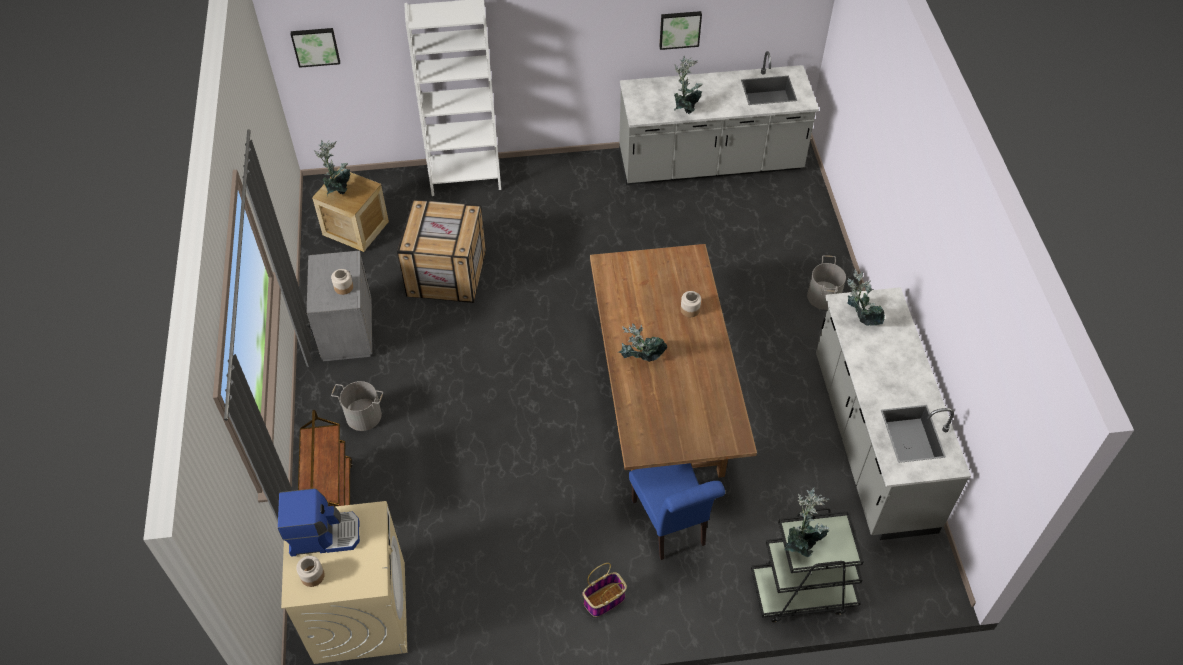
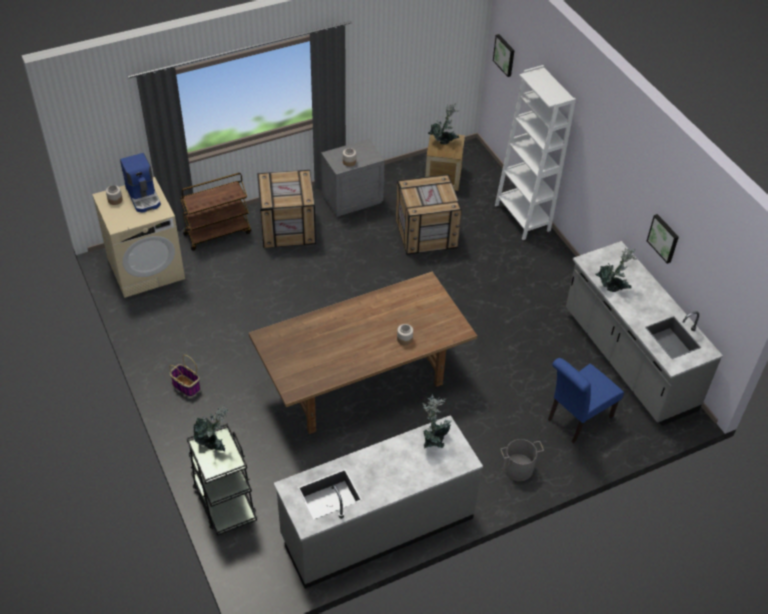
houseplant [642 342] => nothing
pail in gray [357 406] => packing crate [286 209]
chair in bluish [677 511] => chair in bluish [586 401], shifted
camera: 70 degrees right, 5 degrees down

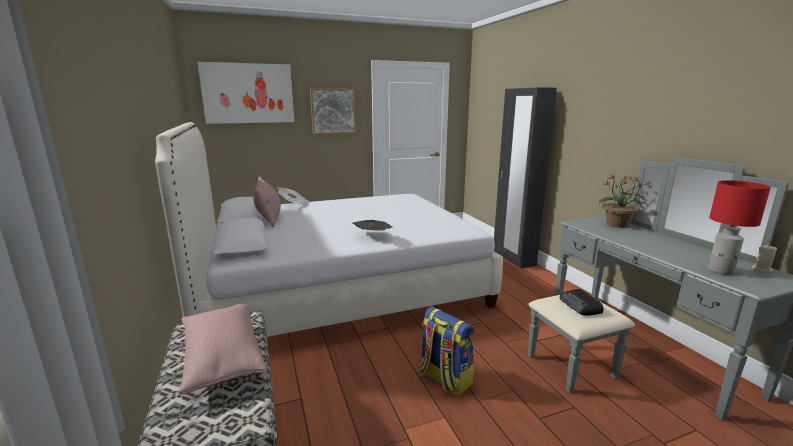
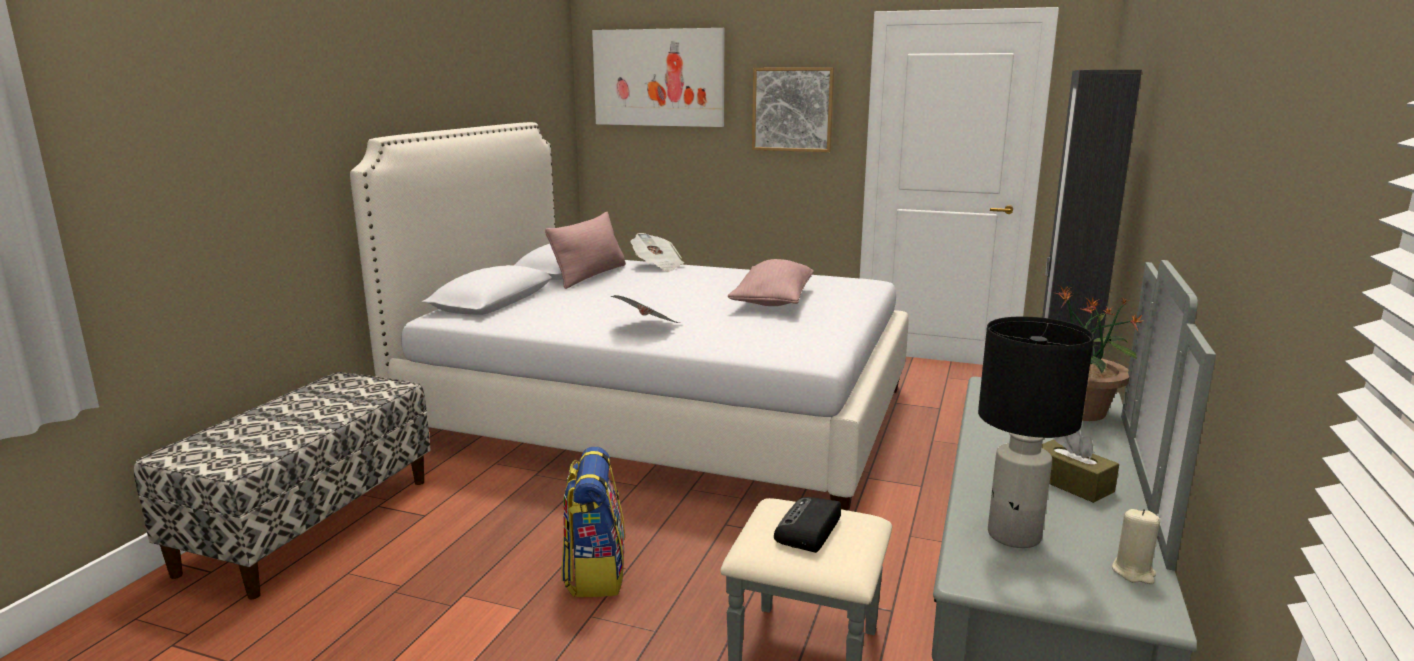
table lamp in red-coloured [739 227] => table lamp in blackish [1036 432]
pillow in pinkish [223 349] => pillow in pinkish [770 282], shifted
nothing => tissue box in brown-coloured [1080 466]
camera: 40 degrees right, 0 degrees up

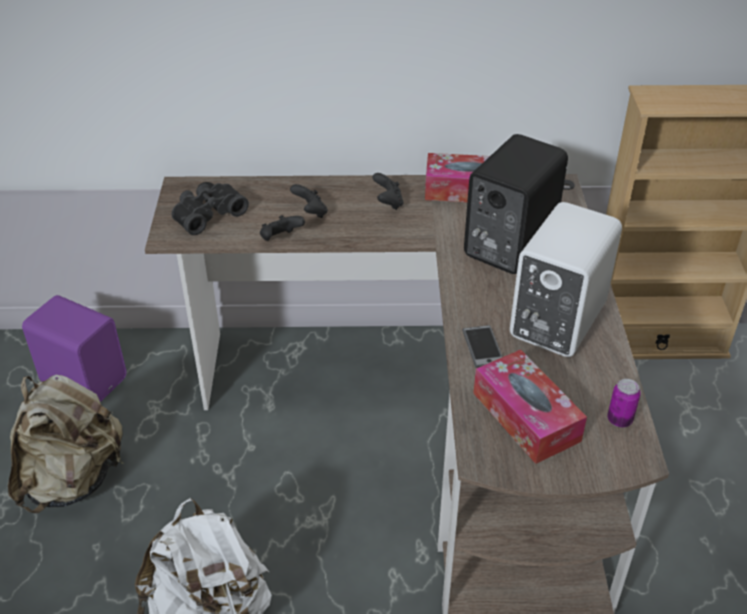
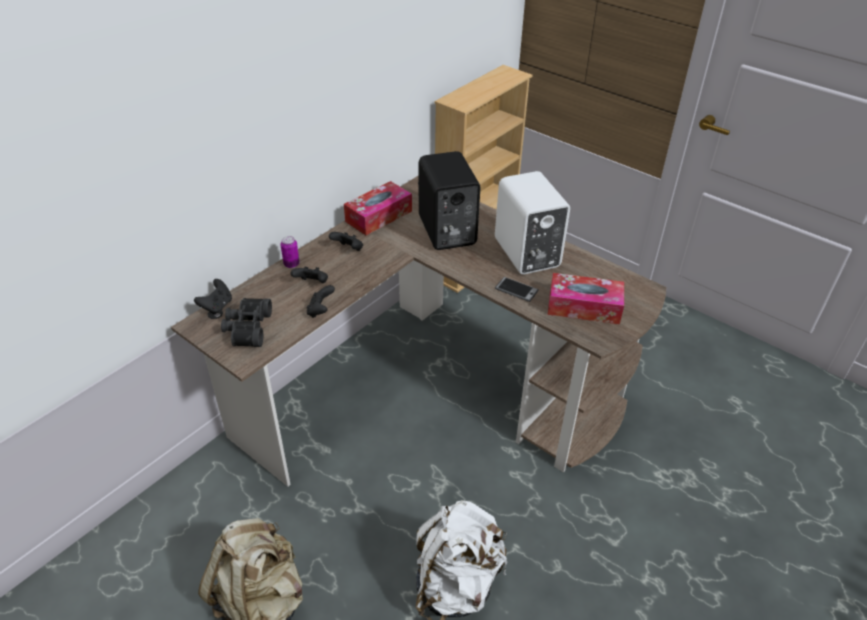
speaker in purple-coloured [74 348] => nothing
sealed can [624 403] => sealed can [290 252], shifted
nothing => joypad in blackish [213 297]
camera: 50 degrees left, 0 degrees up

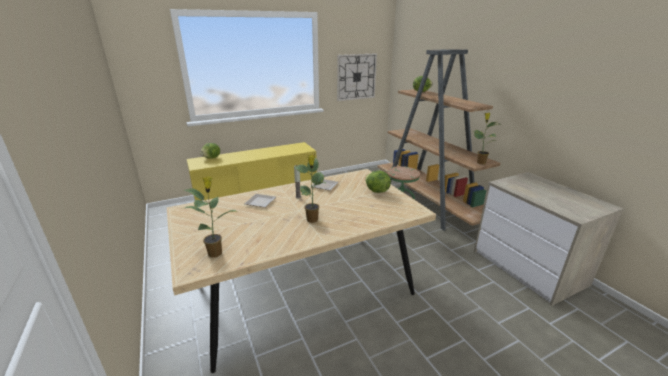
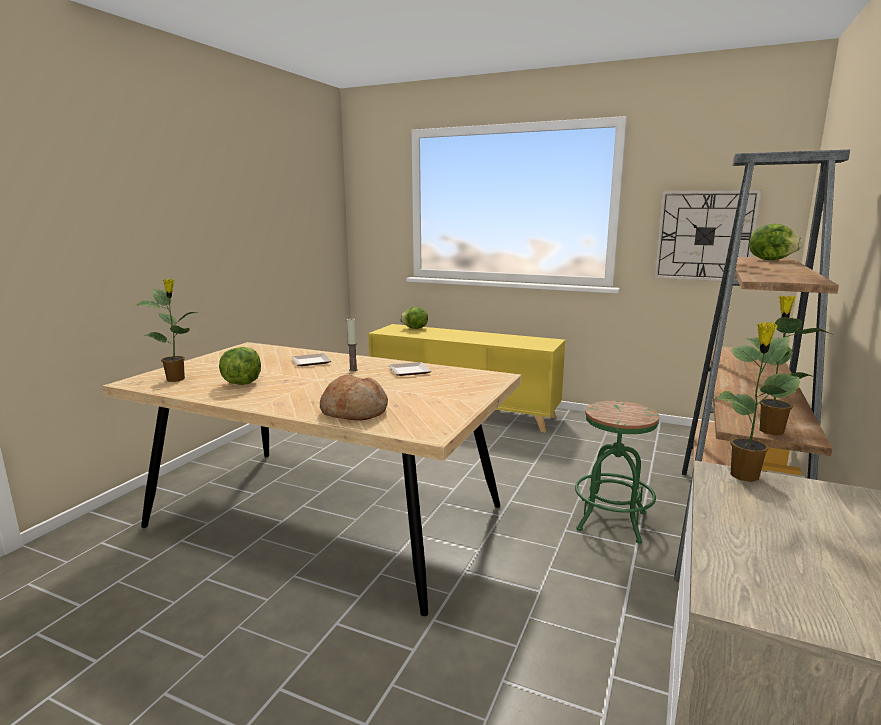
houseplant [311 189] => houseplant [758 402], shifted
lettuce [378 181] => lettuce [240 366], shifted
nothing => baked bread [354 397]
camera: 50 degrees right, 10 degrees down

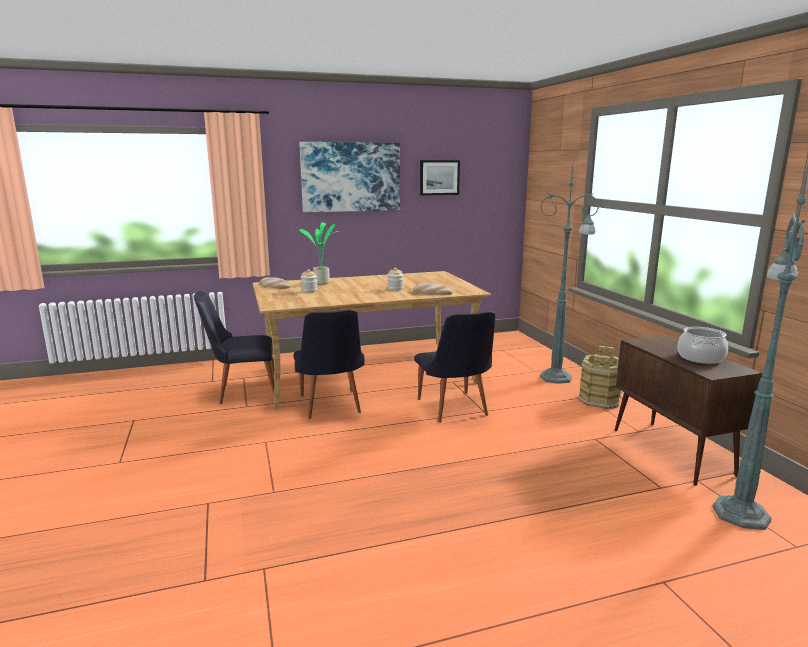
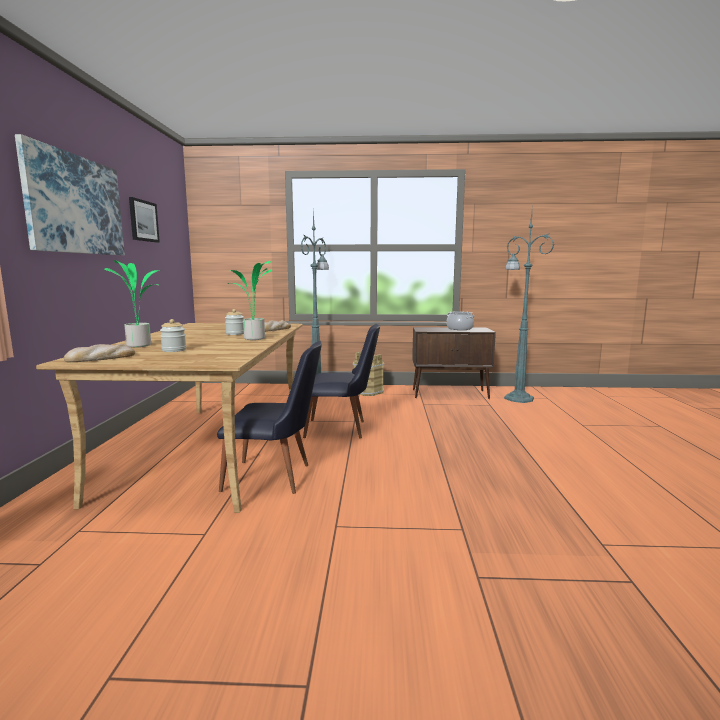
chair in blackish [234 347] => nothing
nothing => houseplant [250 300]
camera: 70 degrees left, 5 degrees down

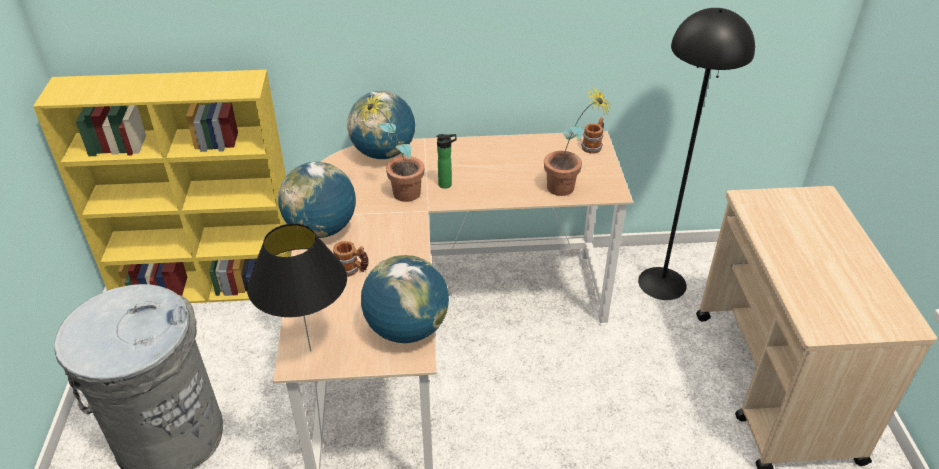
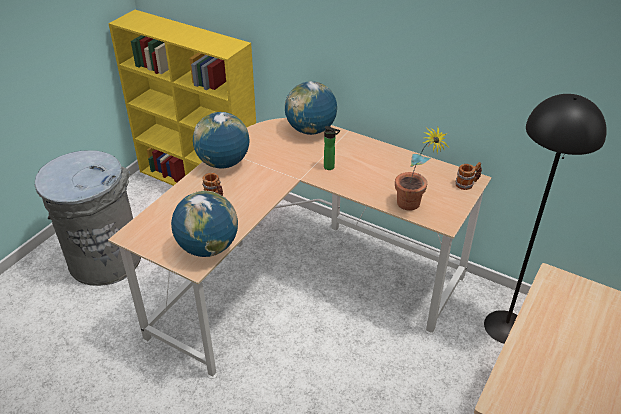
houseplant [391 147] => nothing
table lamp in blackish [297 287] => nothing
camera: 35 degrees right, 0 degrees up

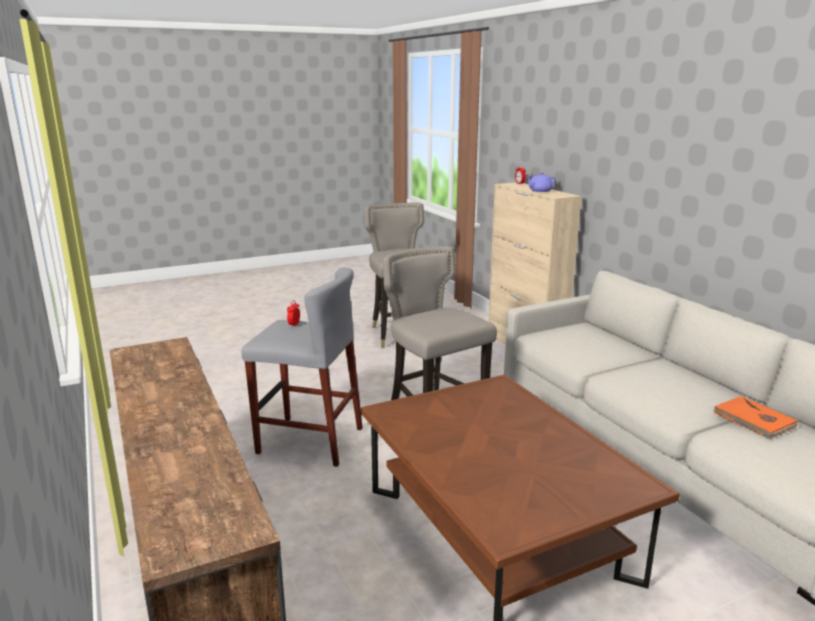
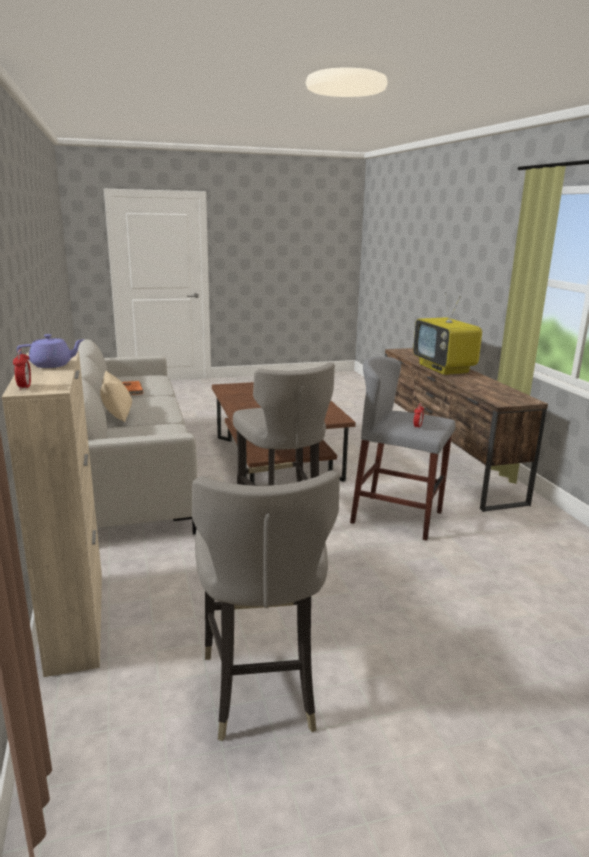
nothing => TV set [447 333]
nothing => pillow in beige-coloured [116 396]
camera: 170 degrees left, 0 degrees up

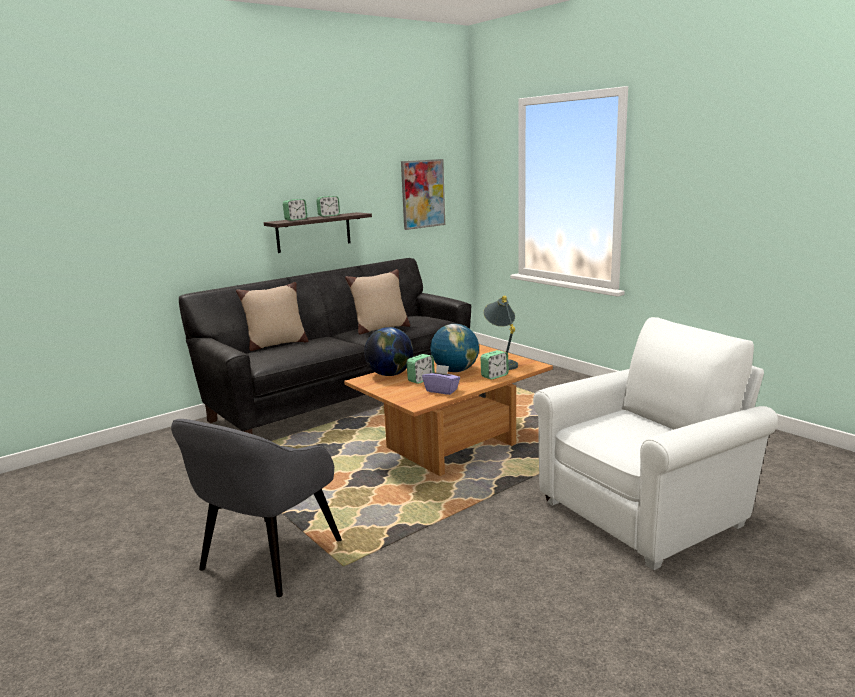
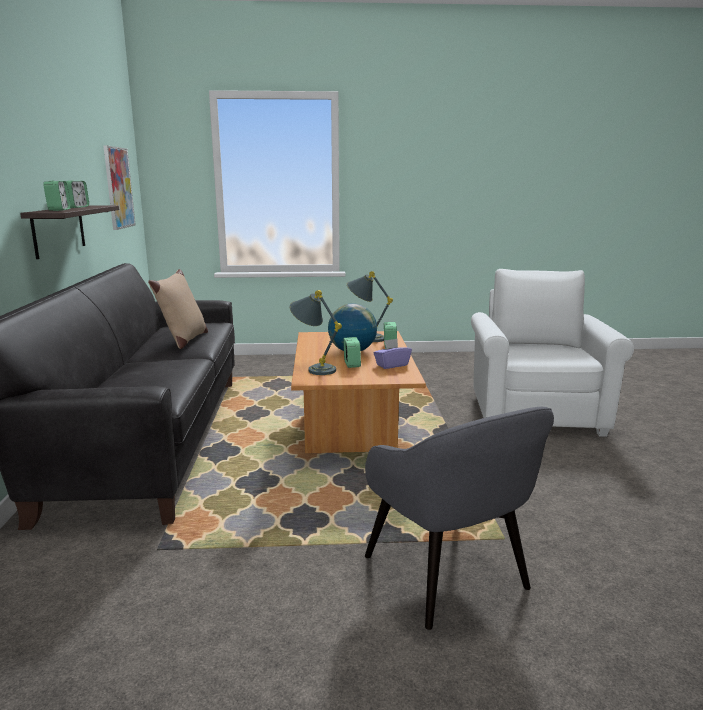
pillow in beige-coloured [272 316] => nothing
globe [388 351] => table lamp in gray [316 332]
camera: 55 degrees left, 0 degrees up

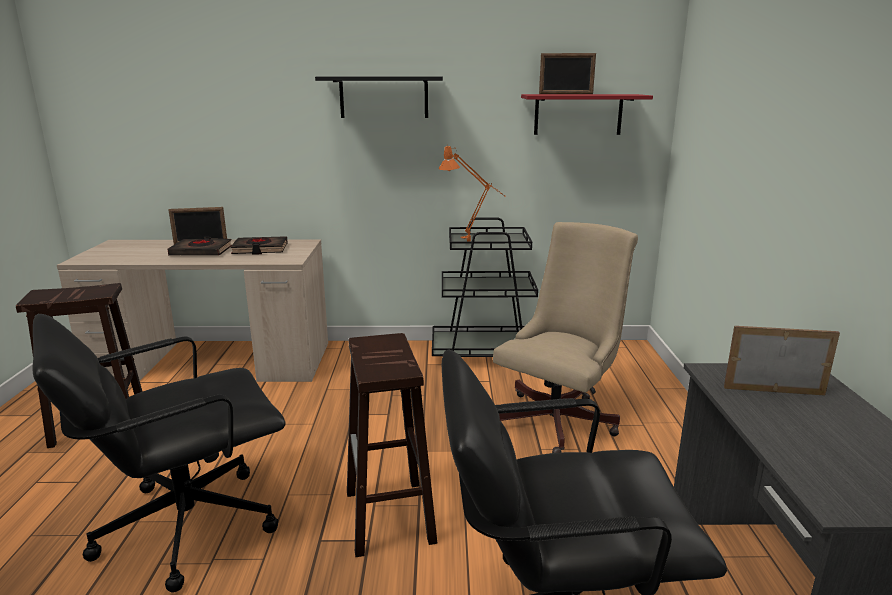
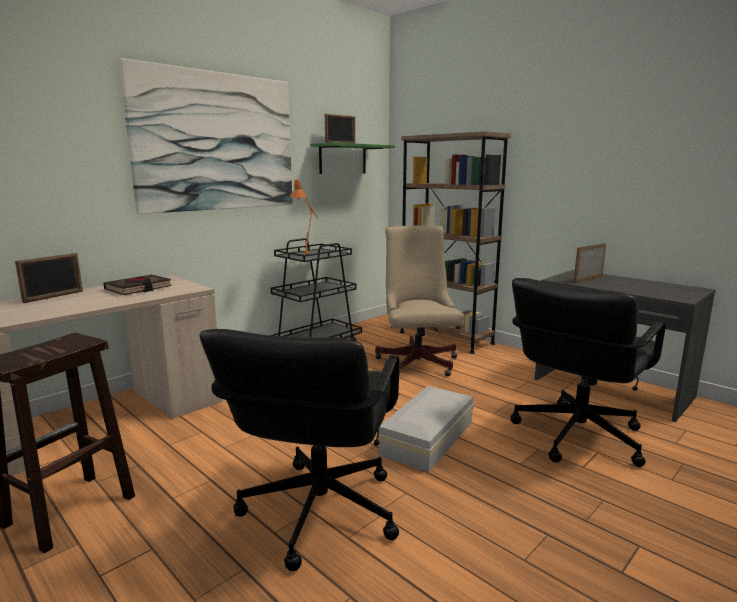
shelf in blackish [379 97] => wall picture [206 136]
shelf in red-coloured [587 114] => shelf in green-coloured [352 158]
volume in blackish [199 246] => nothing
stool seat in brown-coloured [392 445] => storage bin in whitish [426 429]
nothing => bookshelf in brown-coloured [455 243]
camera: 45 degrees left, 5 degrees down

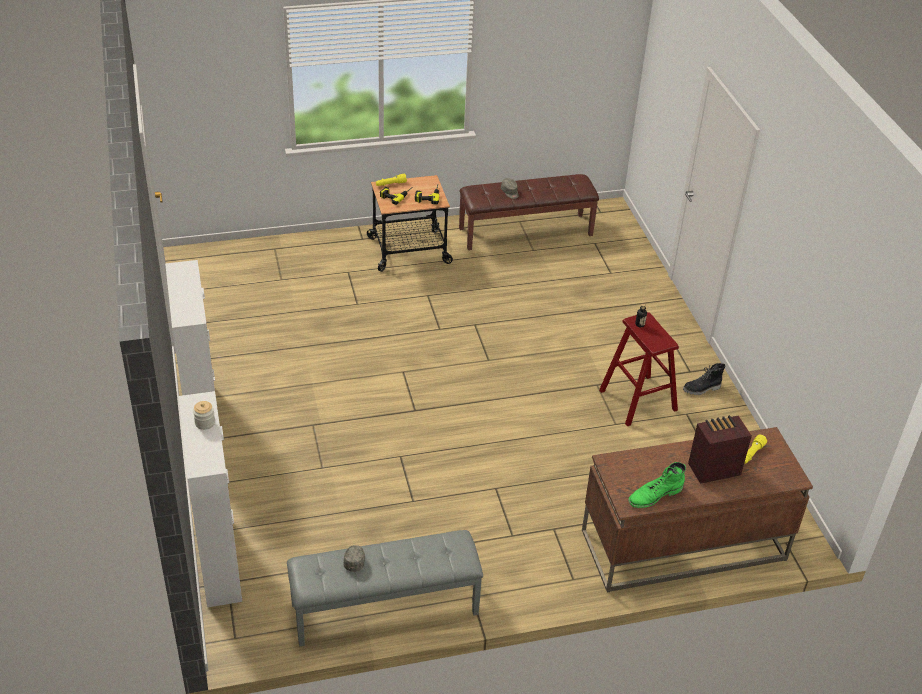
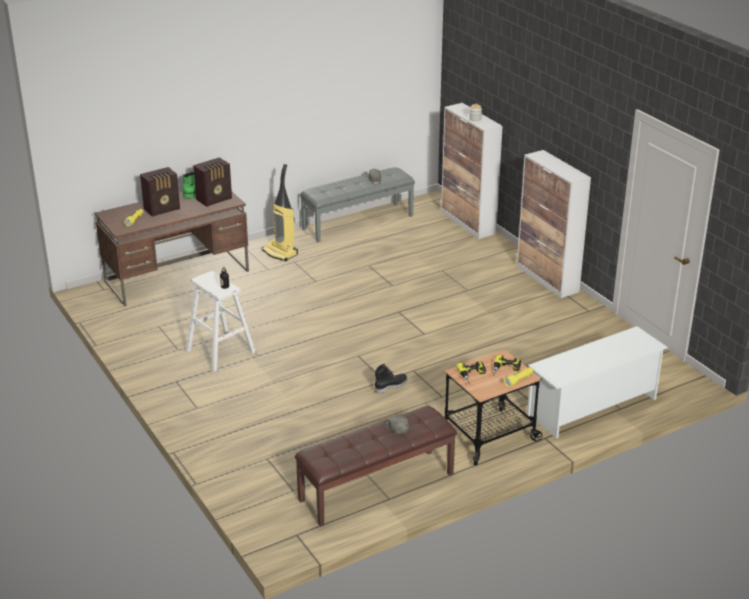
stool seat in red-coloured [639 369] => stool seat in whitish [221 321]
boot in blackish [704 379] => boot in blackish [391 379], shifted
nothing => radio [212 182]
nothing => hoover [280 213]
nothing => shoe shelf in whitish [597 382]
camera: 165 degrees right, 10 degrees down

